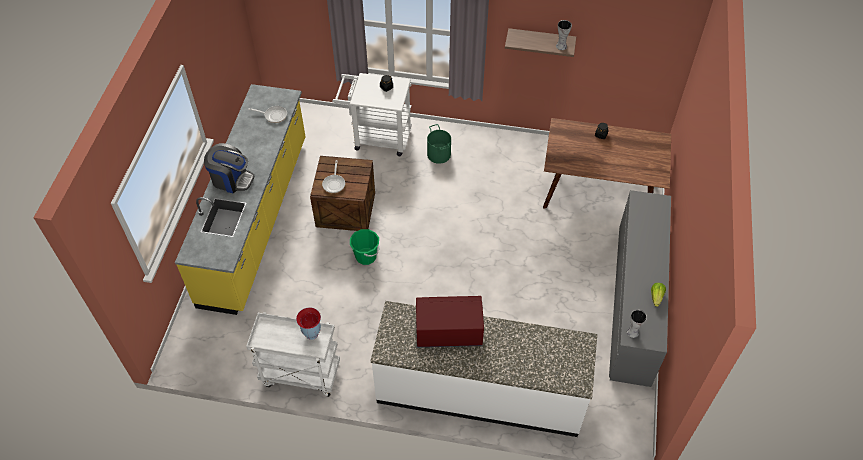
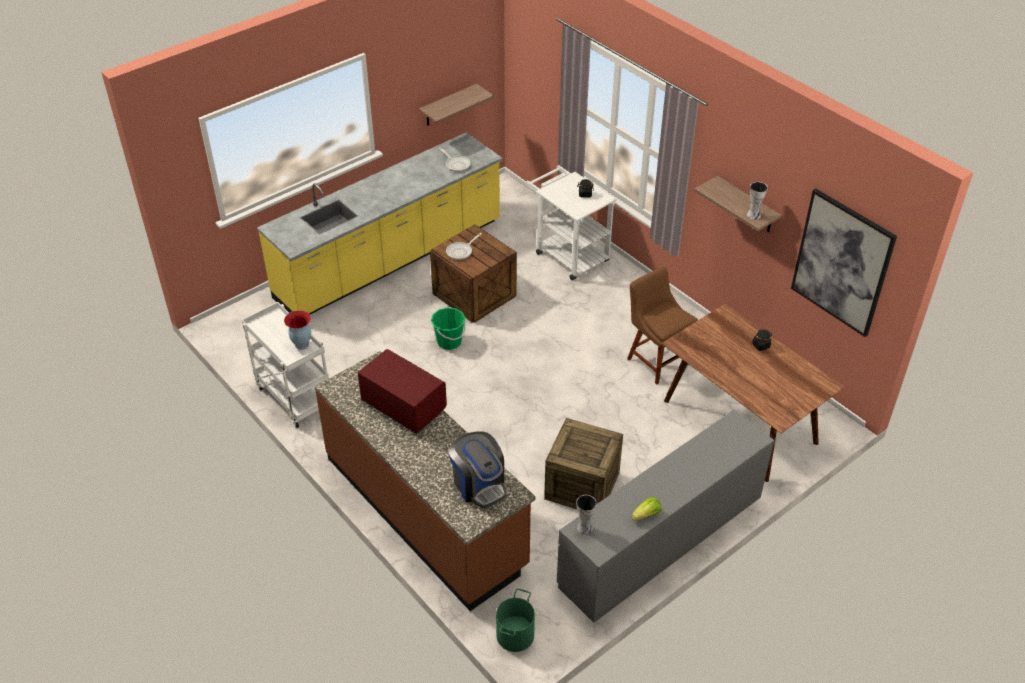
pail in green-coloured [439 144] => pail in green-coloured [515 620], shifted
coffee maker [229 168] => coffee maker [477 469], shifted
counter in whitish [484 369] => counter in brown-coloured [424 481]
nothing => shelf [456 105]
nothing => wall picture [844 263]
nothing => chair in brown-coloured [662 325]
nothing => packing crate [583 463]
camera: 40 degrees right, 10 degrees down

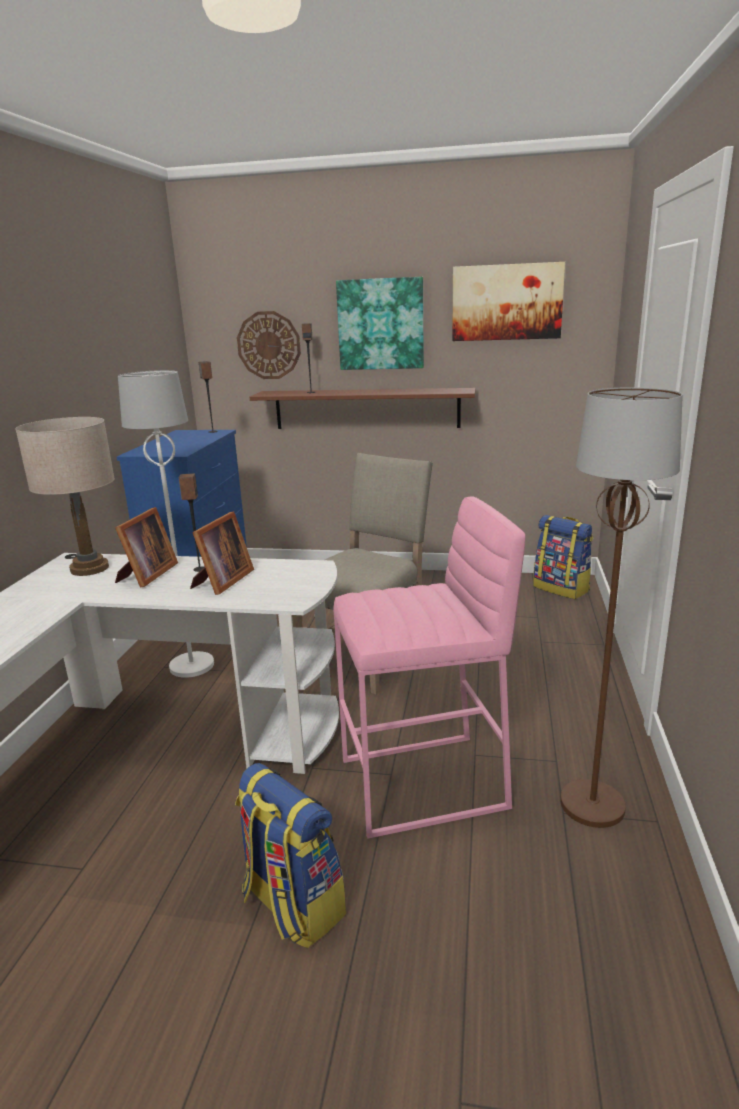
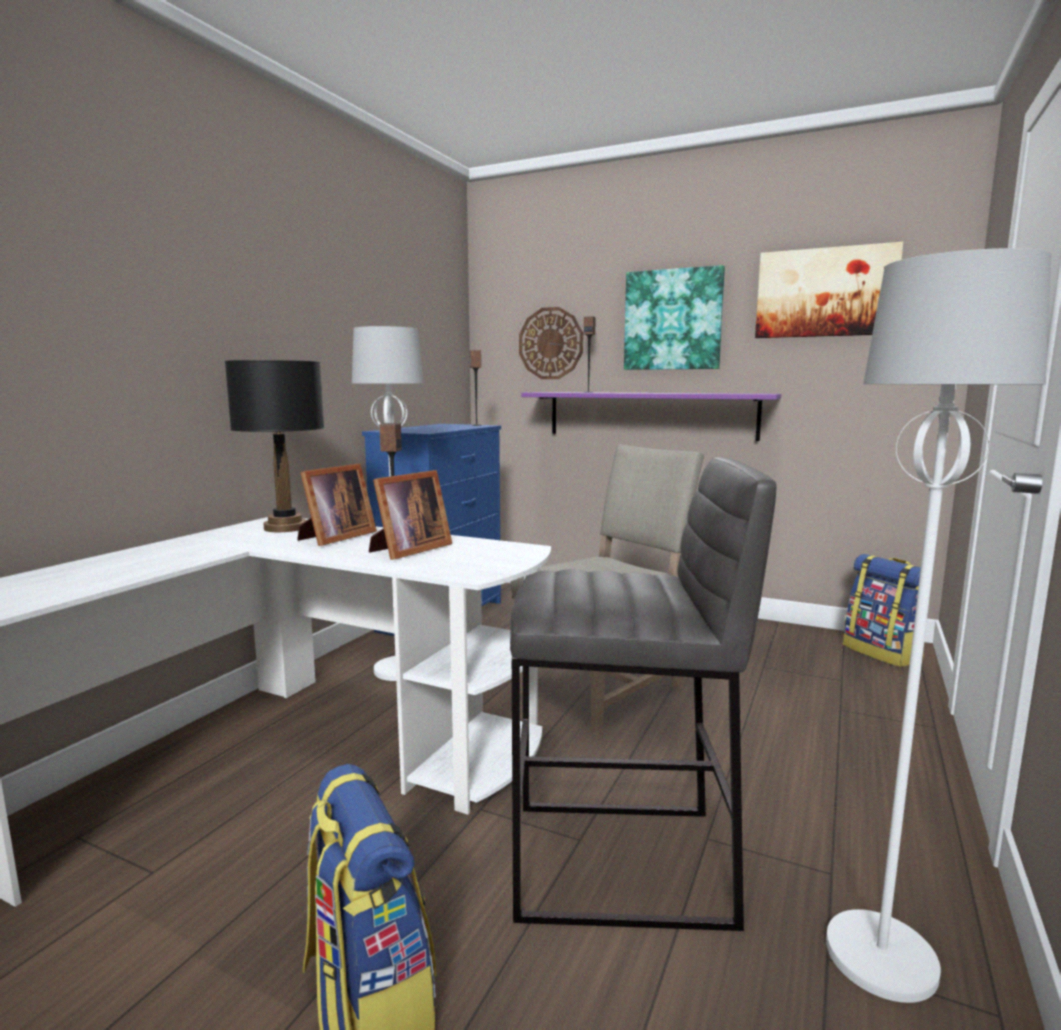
standard lamp in brown-coloured [621 607] => standard lamp in whitish [938 625]
shelf in brown-coloured [363 408] => shelf in purple-coloured [651 416]
table lamp in beige-coloured [65 496] => table lamp in blackish [274 446]
stool seat in pinkish [429 667] => stool seat in gray [643 694]
camera: 15 degrees right, 10 degrees down

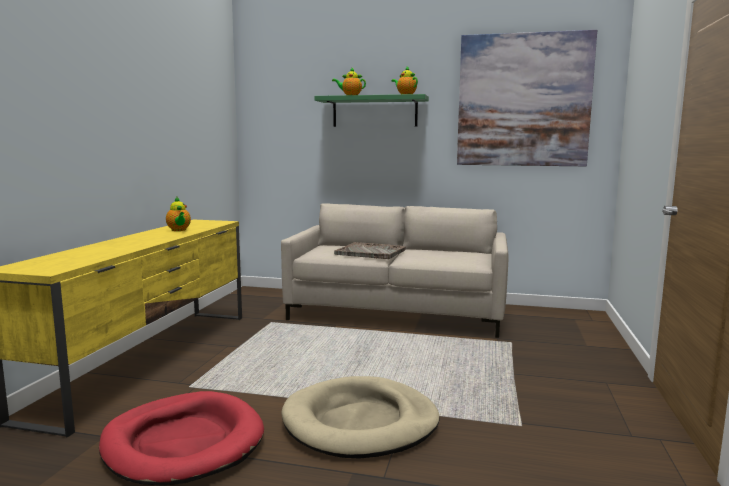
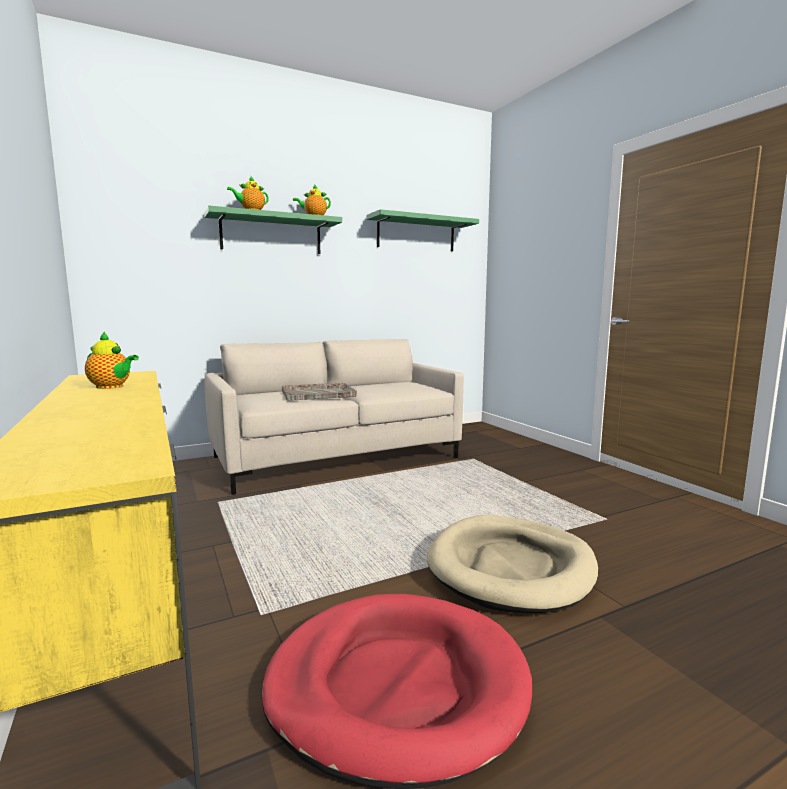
wall picture [527 98] => shelf in green-coloured [423 230]
camera: 40 degrees left, 0 degrees up

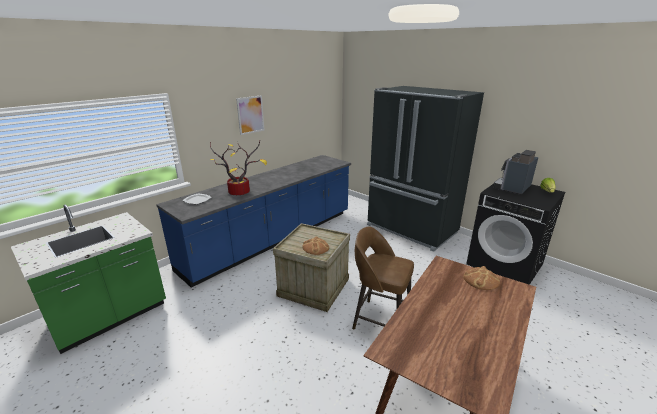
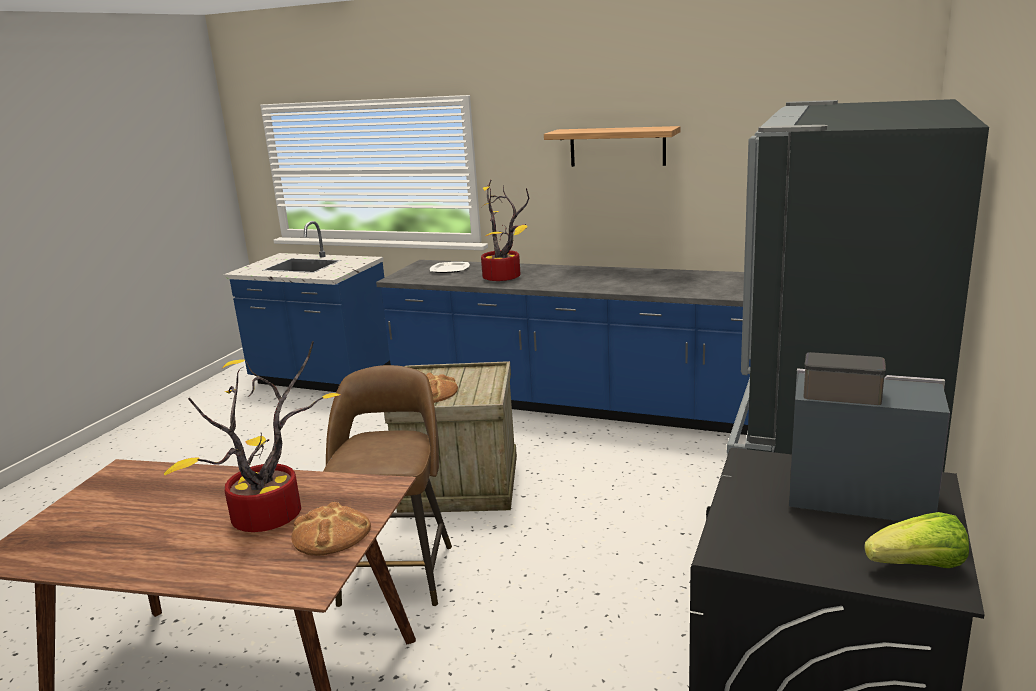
wall picture [250 115] => shelf [612 146]
counter in green-coloured [88 279] => counter in bluish [307 306]
nothing => houseplant [252 436]
camera: 70 degrees right, 5 degrees down

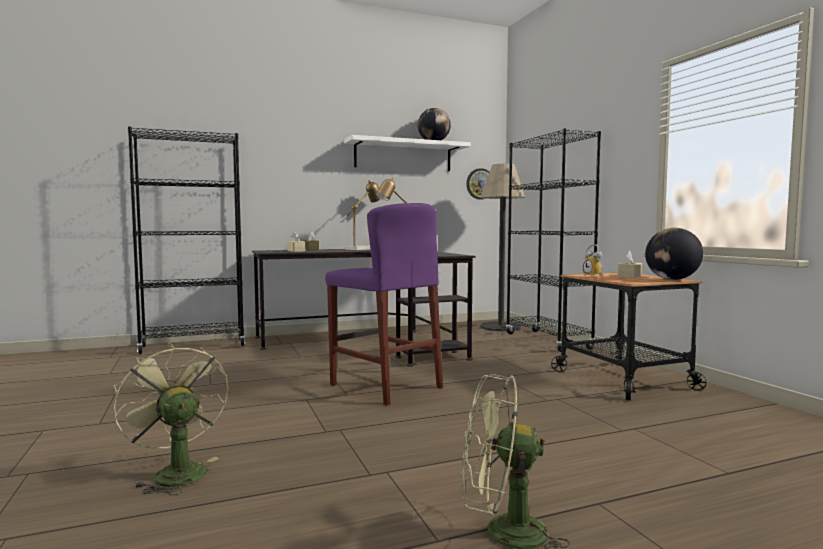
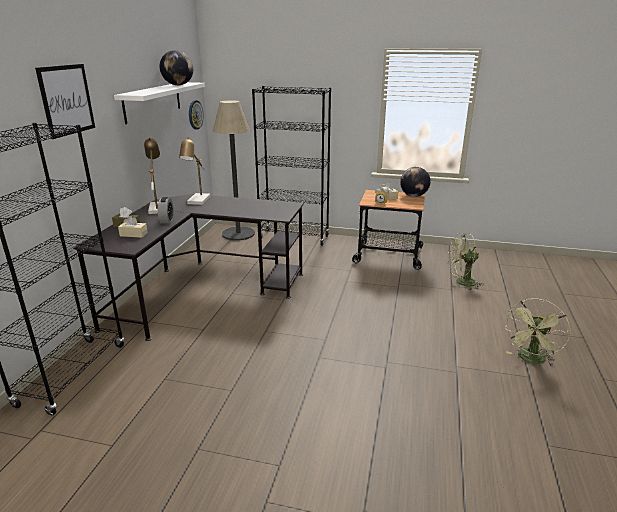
stool seat in purple-coloured [384 304] => nothing
cooling fan in green-coloured [170 419] => cooling fan in green-coloured [465 261], shifted
nothing => wall picture [65 101]
nothing => table clock [166 210]
camera: 55 degrees left, 20 degrees up

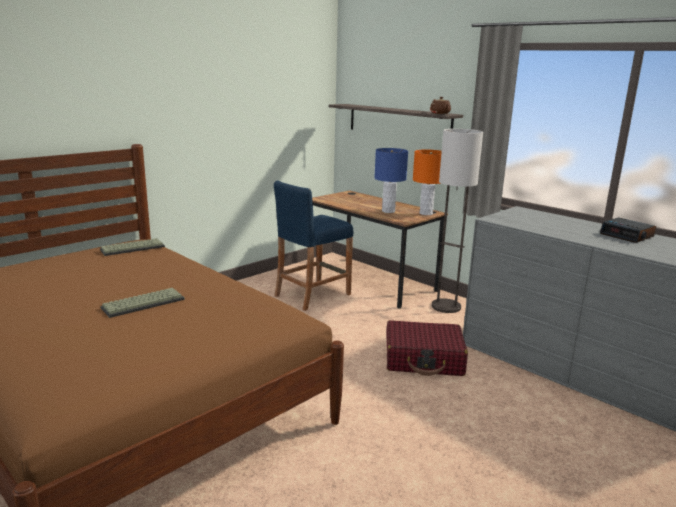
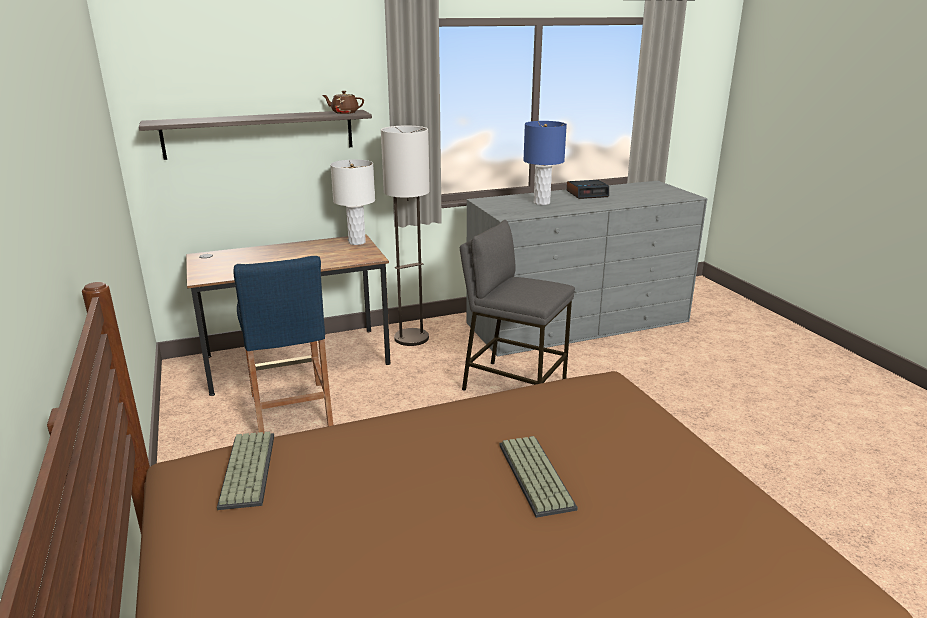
table lamp in bluish [391 180] => table lamp in bluish [545 163], shifted
table lamp in orange-coloured [427 182] => table lamp in whitish [352 202]
suitcase in red-coloured [427 348] => stool seat in gray [517 305]
camera: 65 degrees left, 5 degrees up

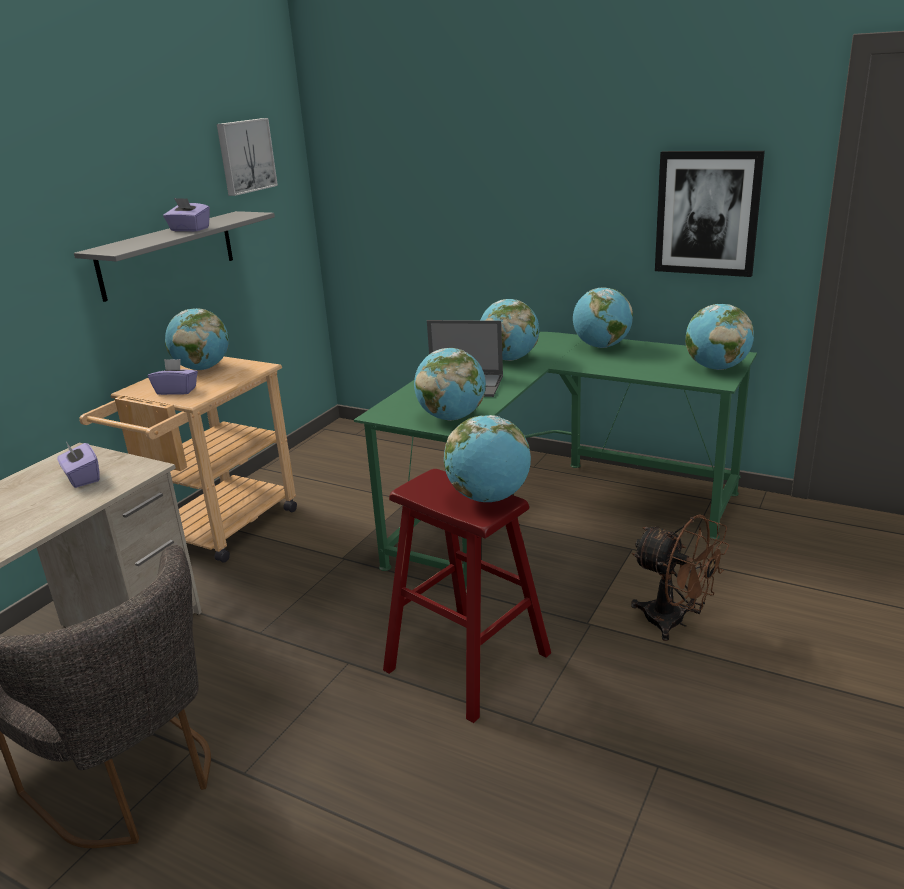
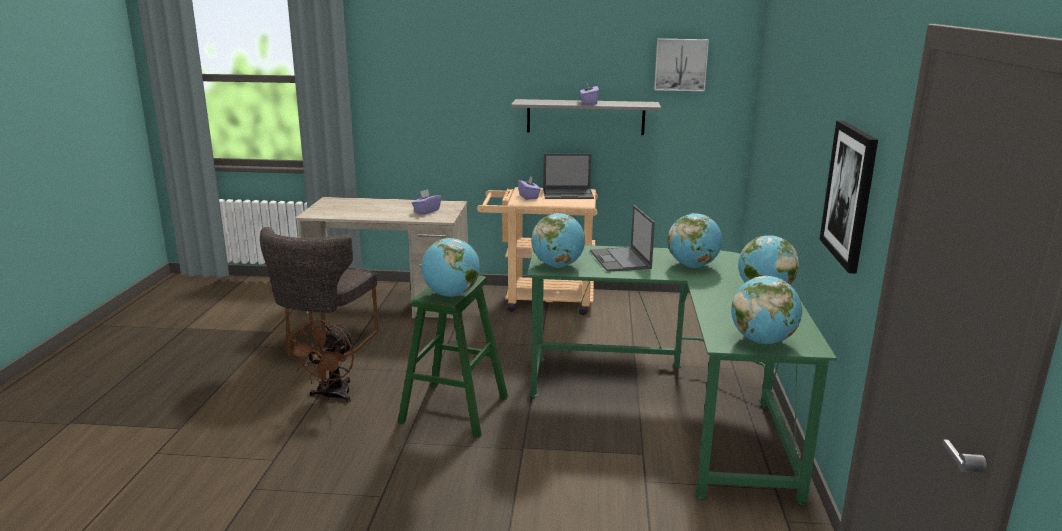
globe [197 339] => notebook computer [568 176]
stool seat in red-coloured [467 596] => stool seat in green-coloured [452 356]
cooling fan in brown-coloured [680 577] => cooling fan in brown-coloured [321 361], shifted
camera: 65 degrees right, 5 degrees down

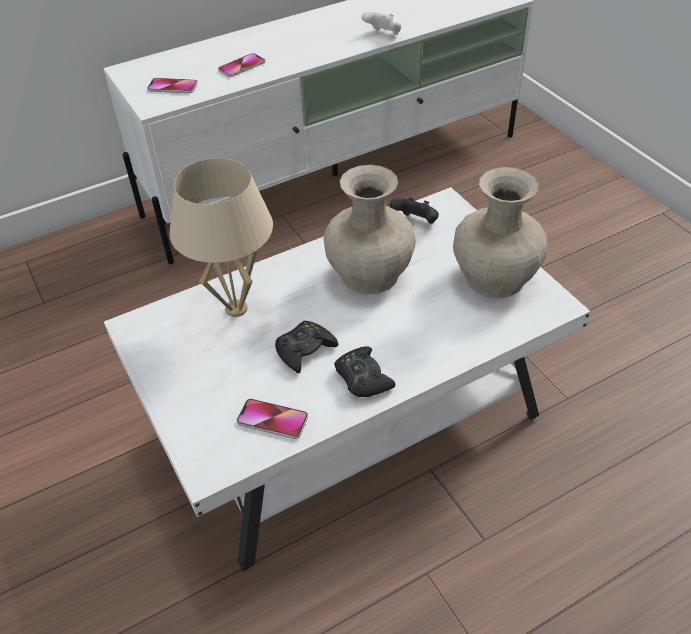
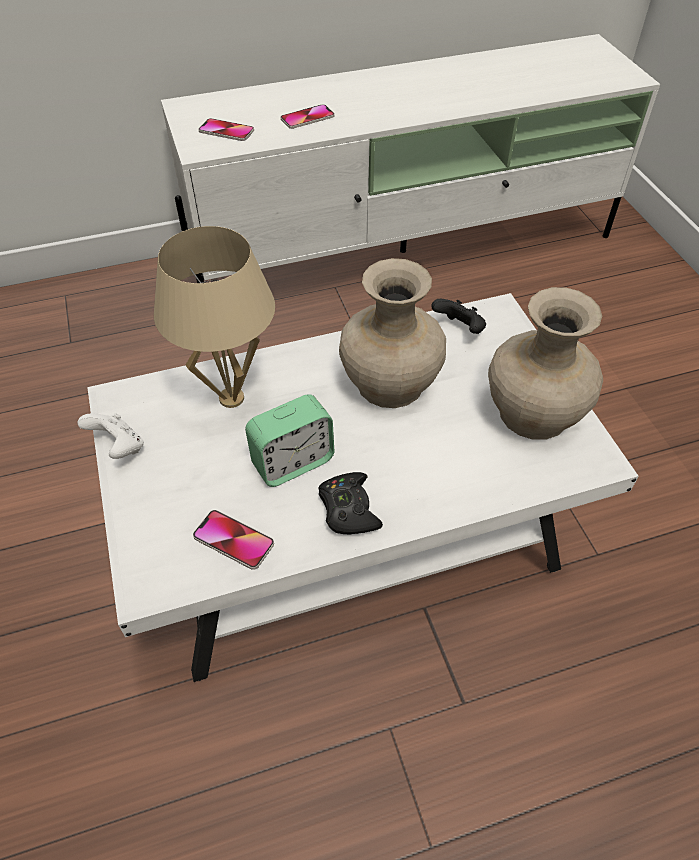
joypad in whitish [381 23] => joypad in whitish [110 436], shifted
joypad in blackish [306 347] => table clock [289 440]
camera: 10 degrees right, 5 degrees up

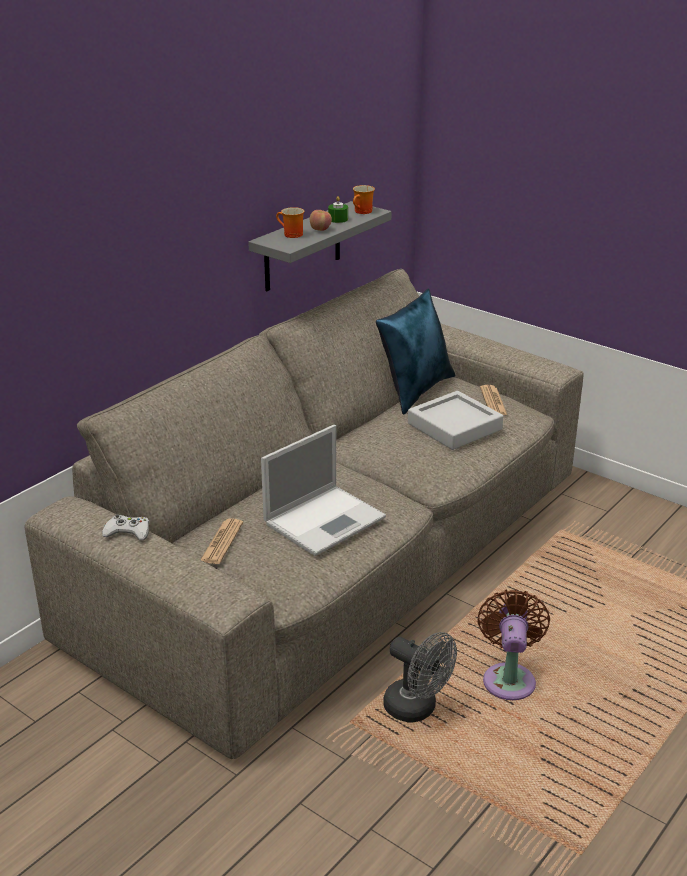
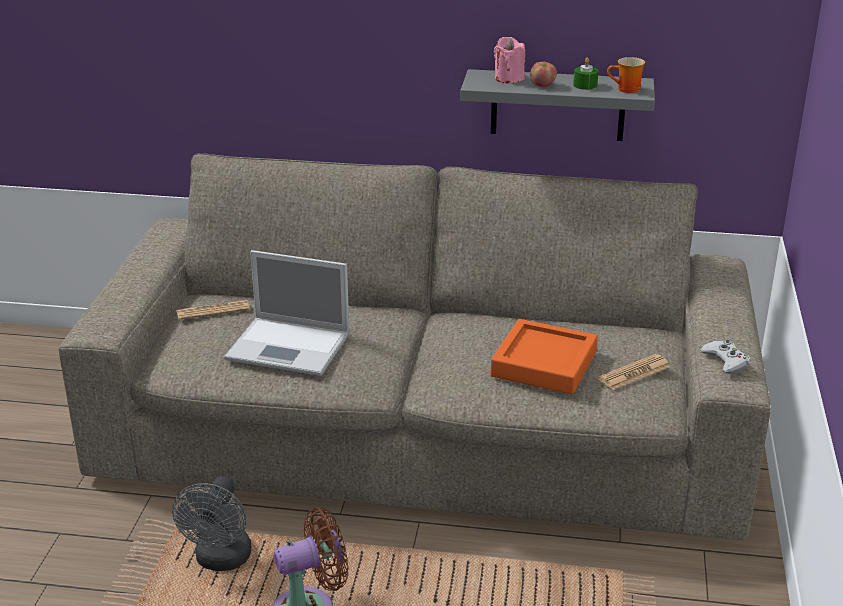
tea mug [290 222] => wax candle in pinkish [509 60]
pillow in bluish [415 351] => nothing
carrying tray in gray [455 420] => carrying tray in orange-coloured [544 357]
joypad in whitish [126 527] => joypad in whitish [725 357], shifted
camera: 60 degrees right, 0 degrees up

